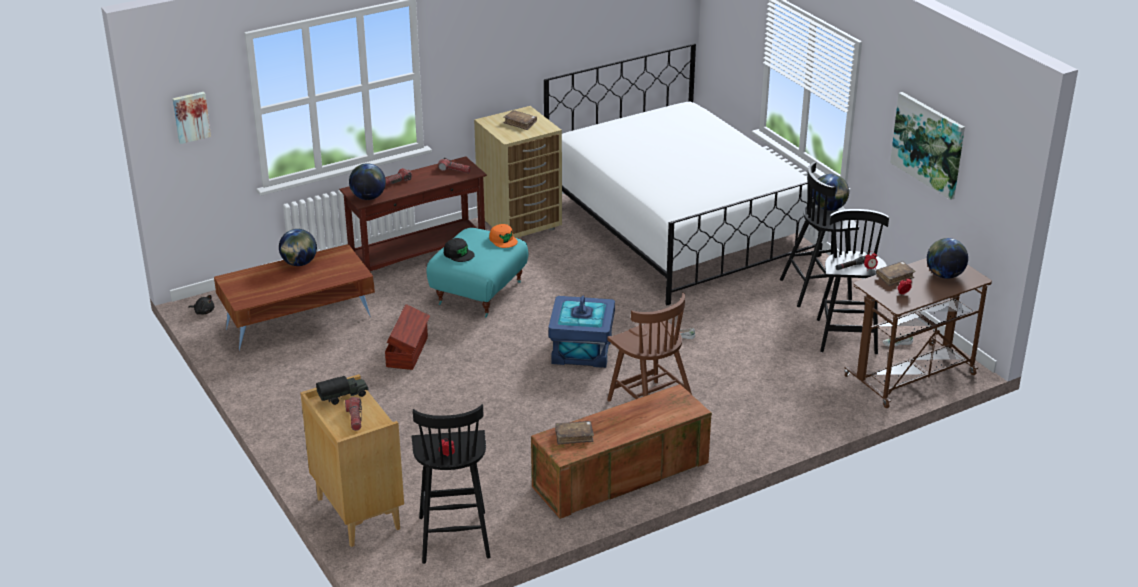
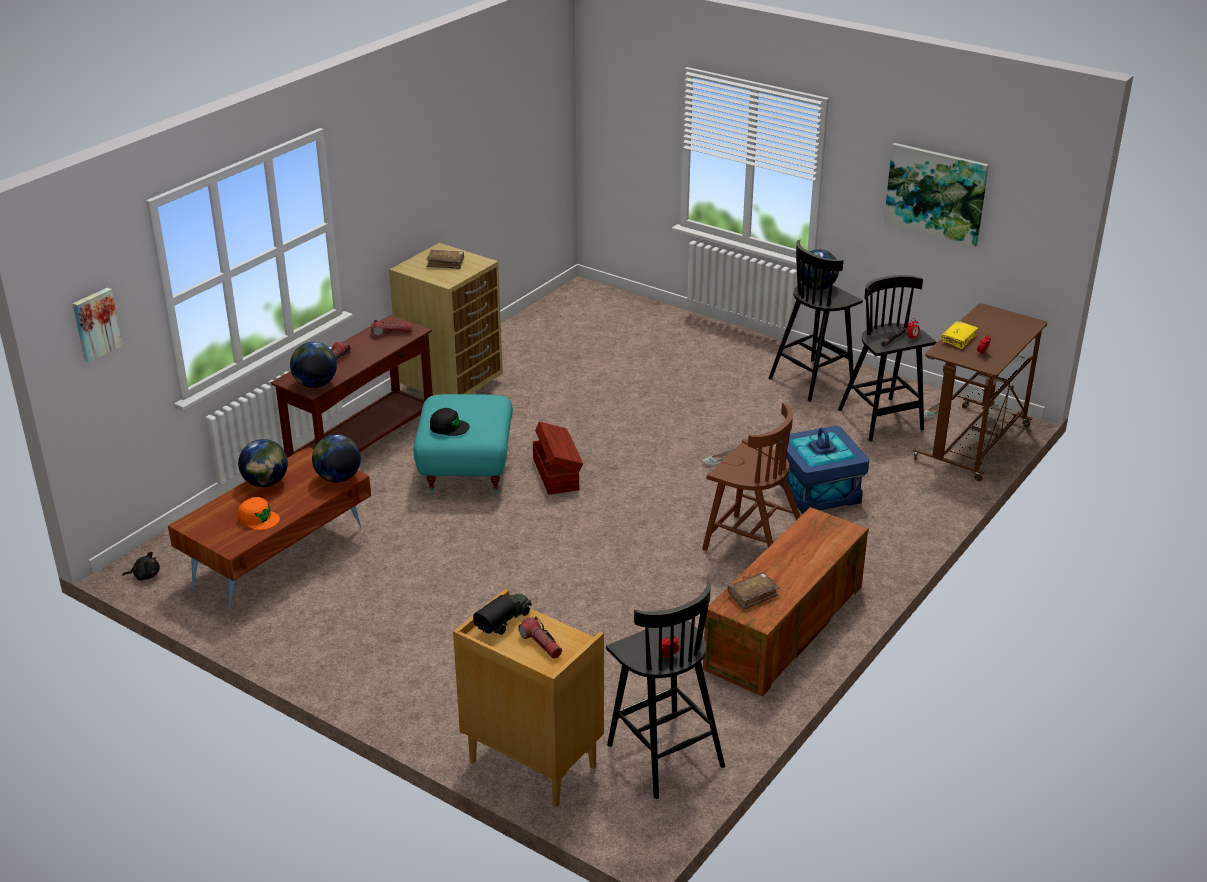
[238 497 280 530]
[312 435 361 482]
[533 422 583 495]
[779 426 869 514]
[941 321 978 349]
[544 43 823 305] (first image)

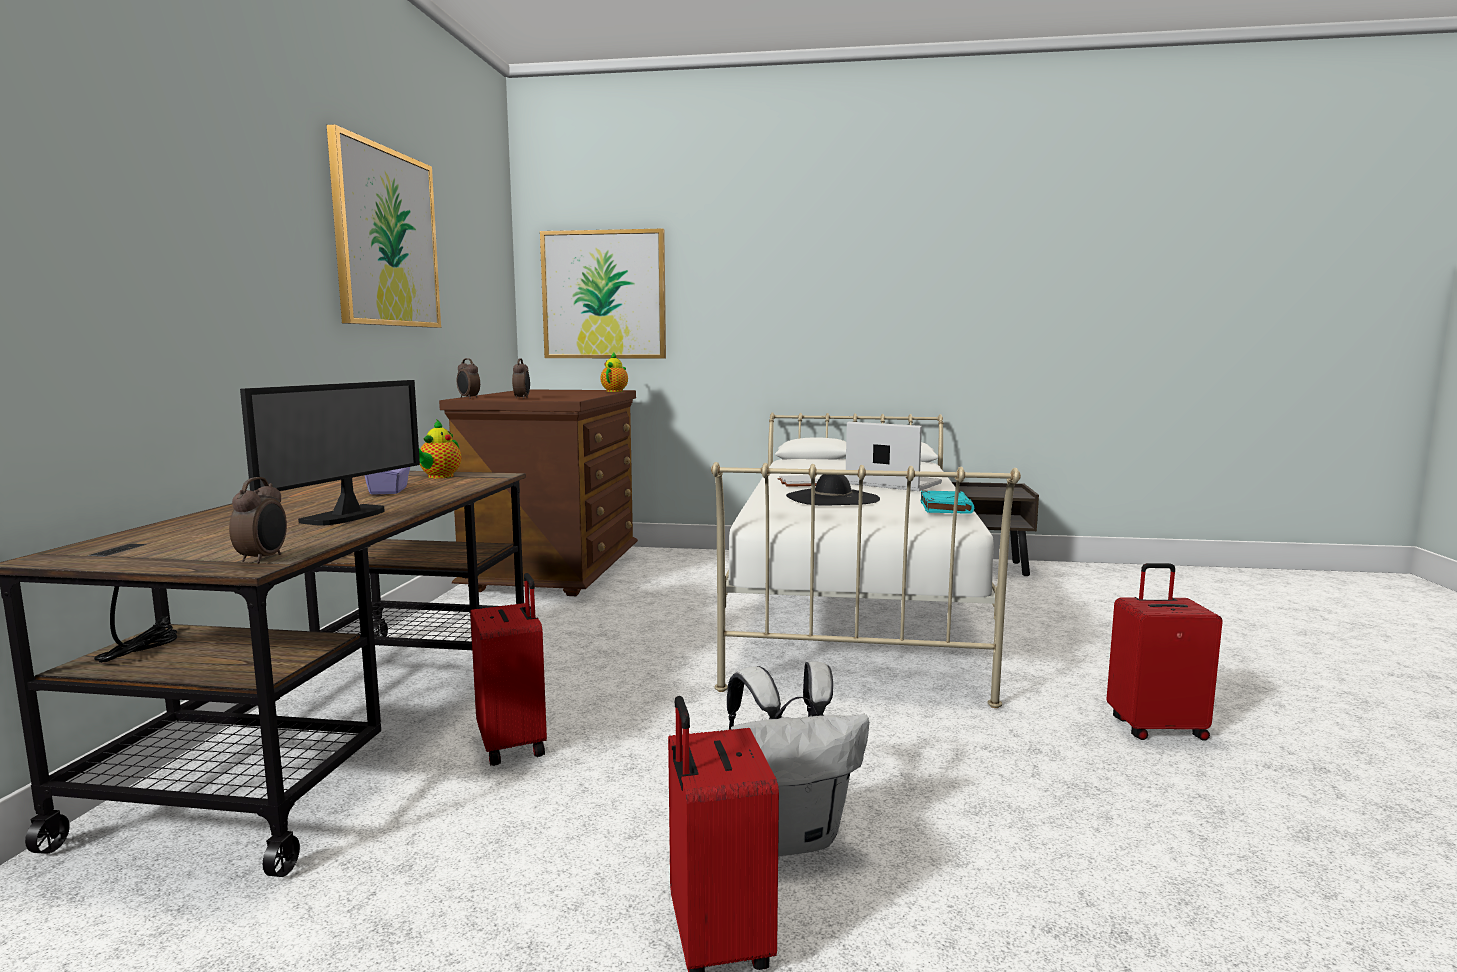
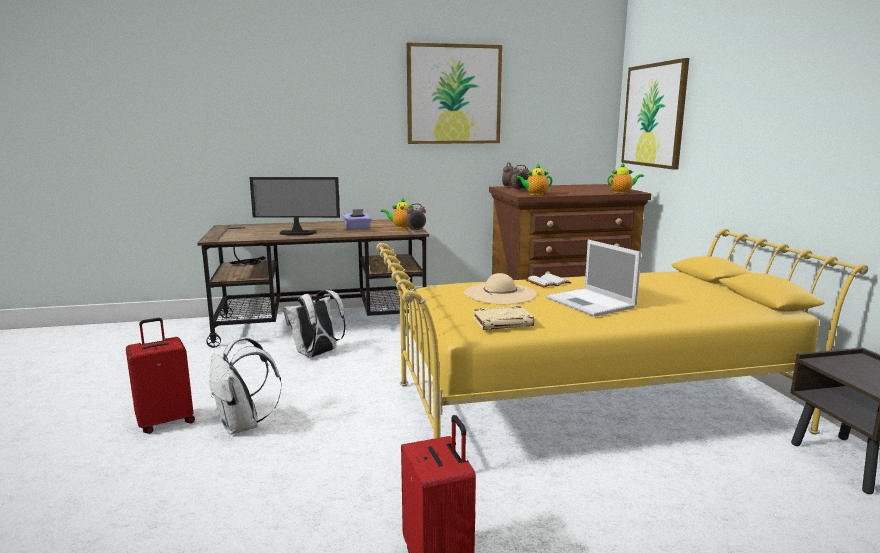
[284 290 346 358]
[376 229 868 439]
[406 204 426 231]
[464 273 537 304]
[472 306 534 330]
[515 163 552 195]
[546 240 641 317]

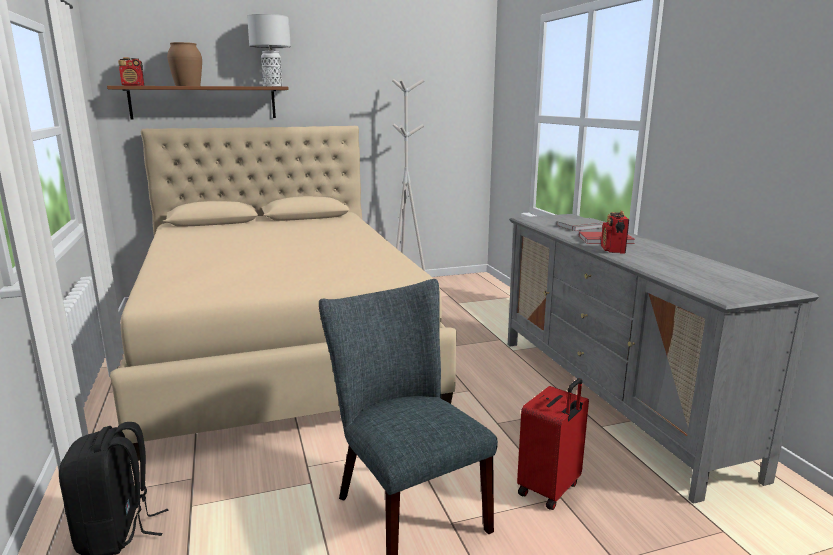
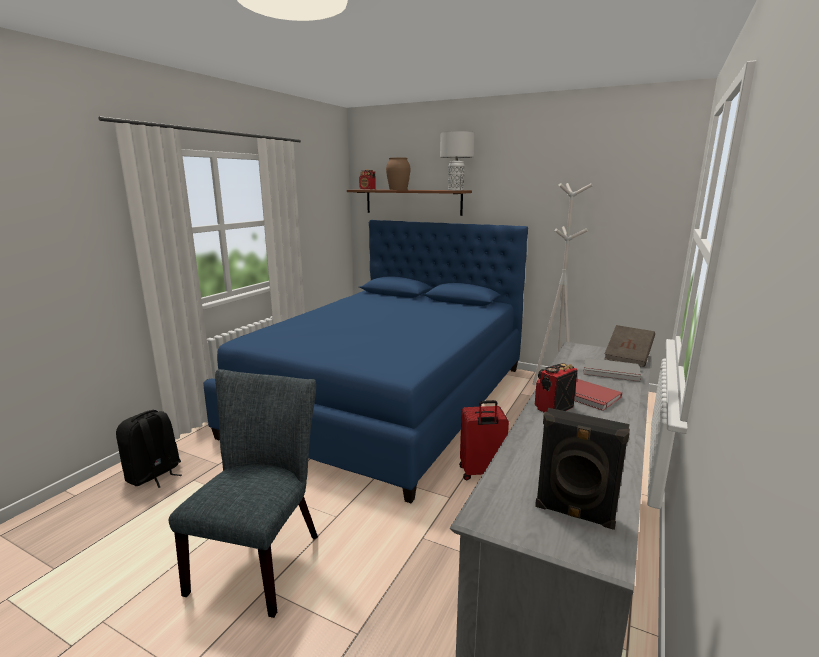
[203 220 528 503]
[459 400 509 480]
[535 408 630 530]
[604 325 655 367]

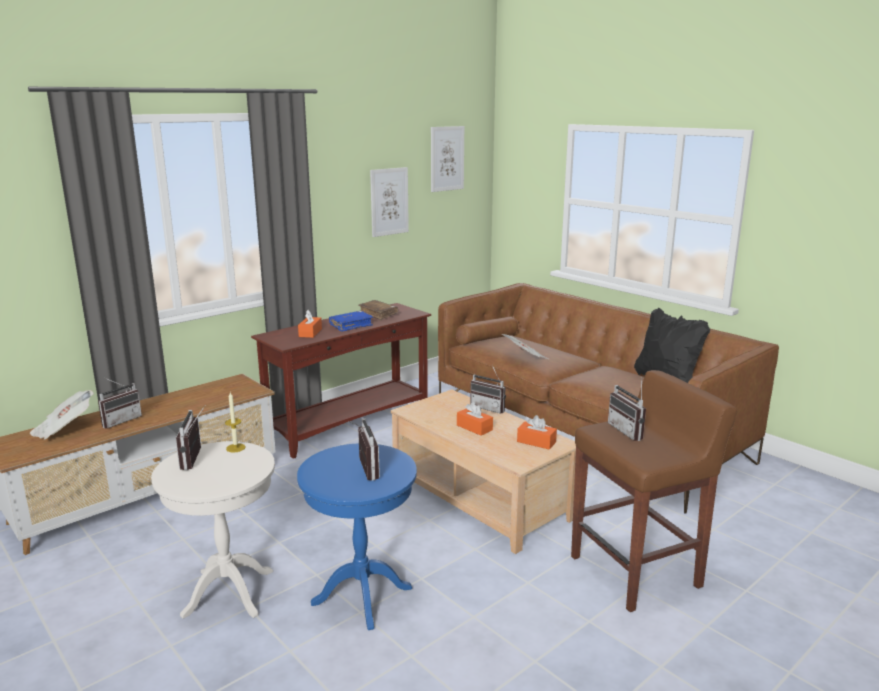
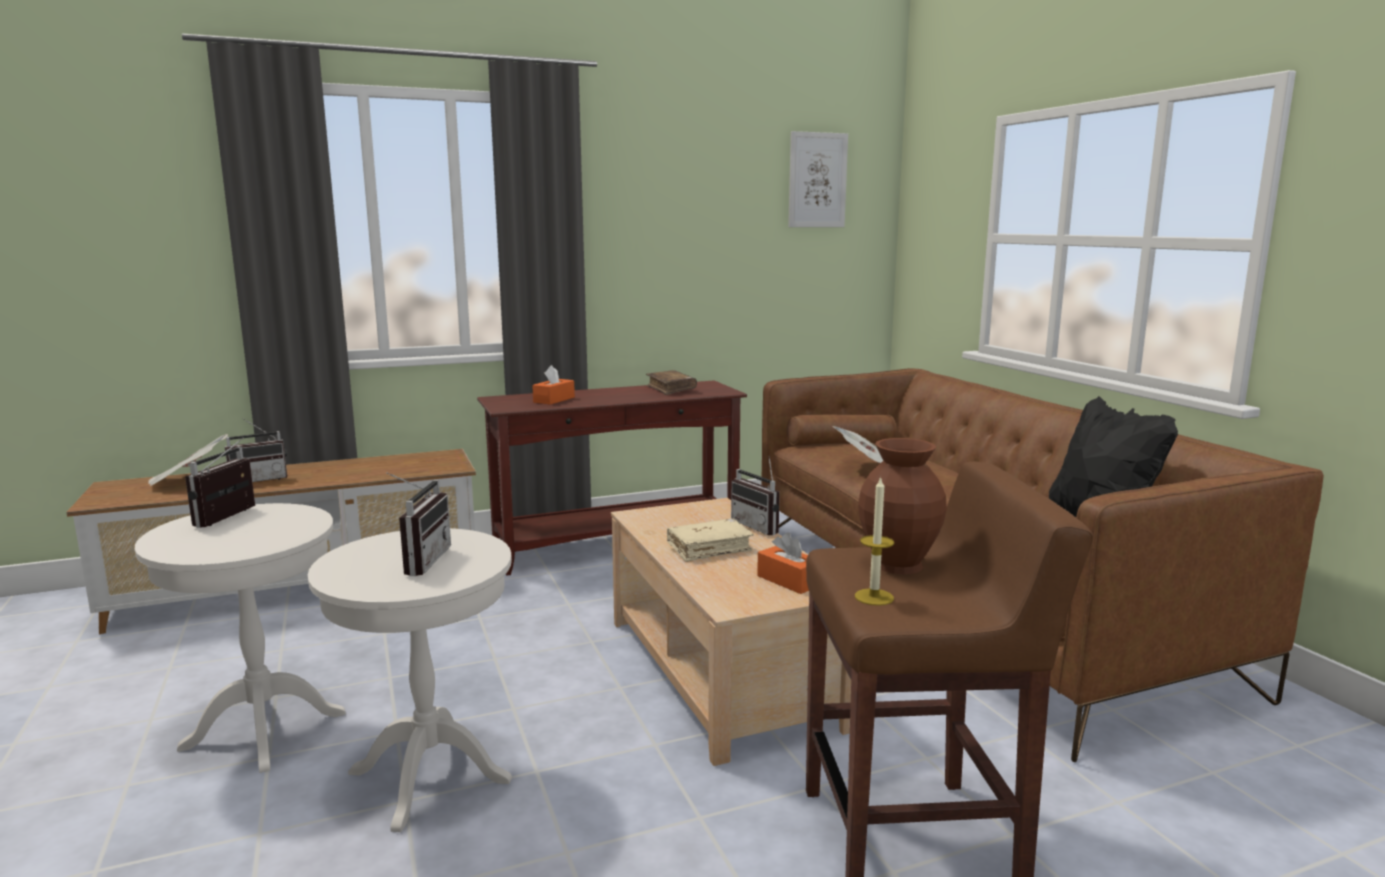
[308 528 512 832]
[667 518 754 562]
[855 476 894 606]
[858 438 947 574]
[329 311 373 332] (first image)
[370 167 409 237] (first image)

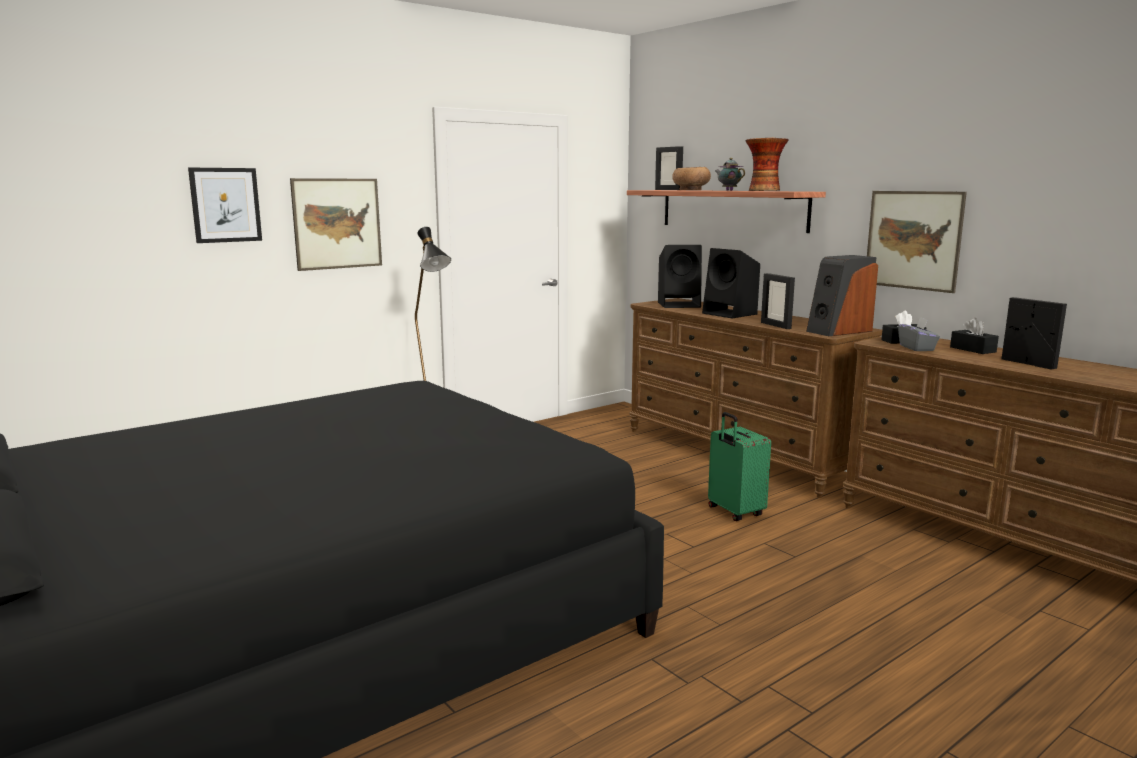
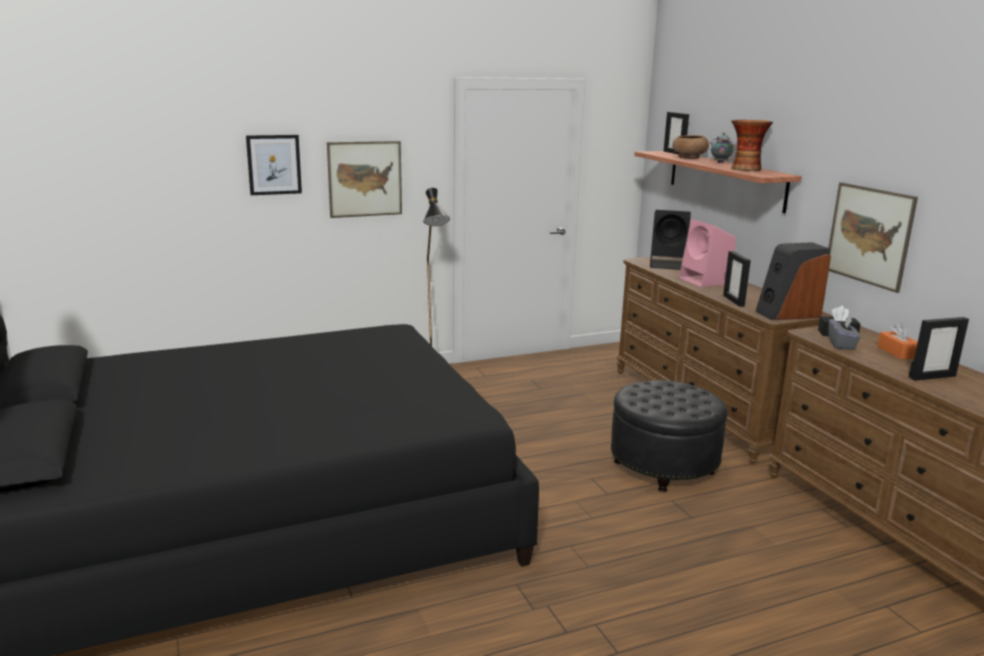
[611 380 728 492]
[679 219 736 287]
[877 323 918 359]
[909 317 969 381]

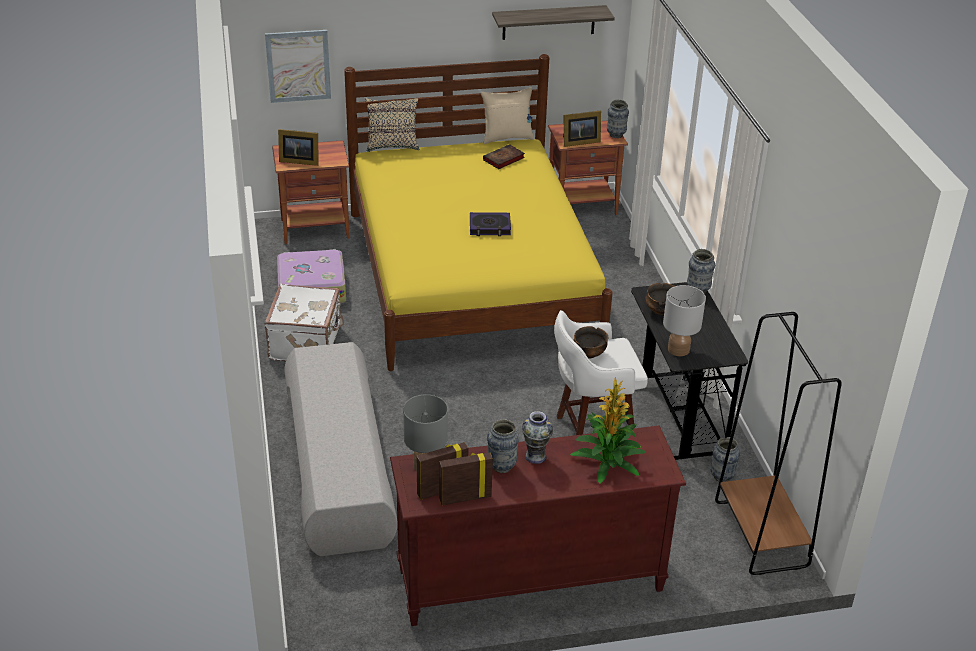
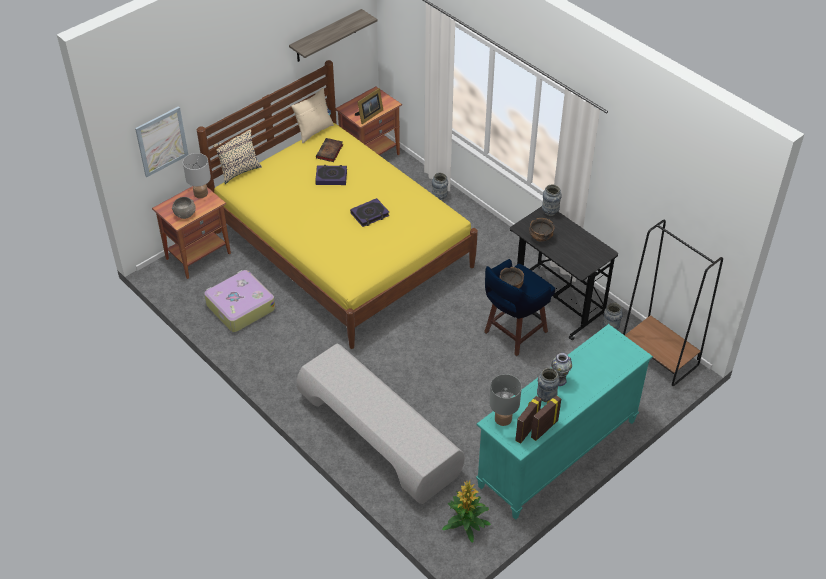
[172 197 196 219]
[183 153 211 198]
[315 165 347 185]
[432 173 448 201]
[442 480 491 543]
[476 324 653 520]
[484 259 555 356]
[264 284 344 361] (first image)

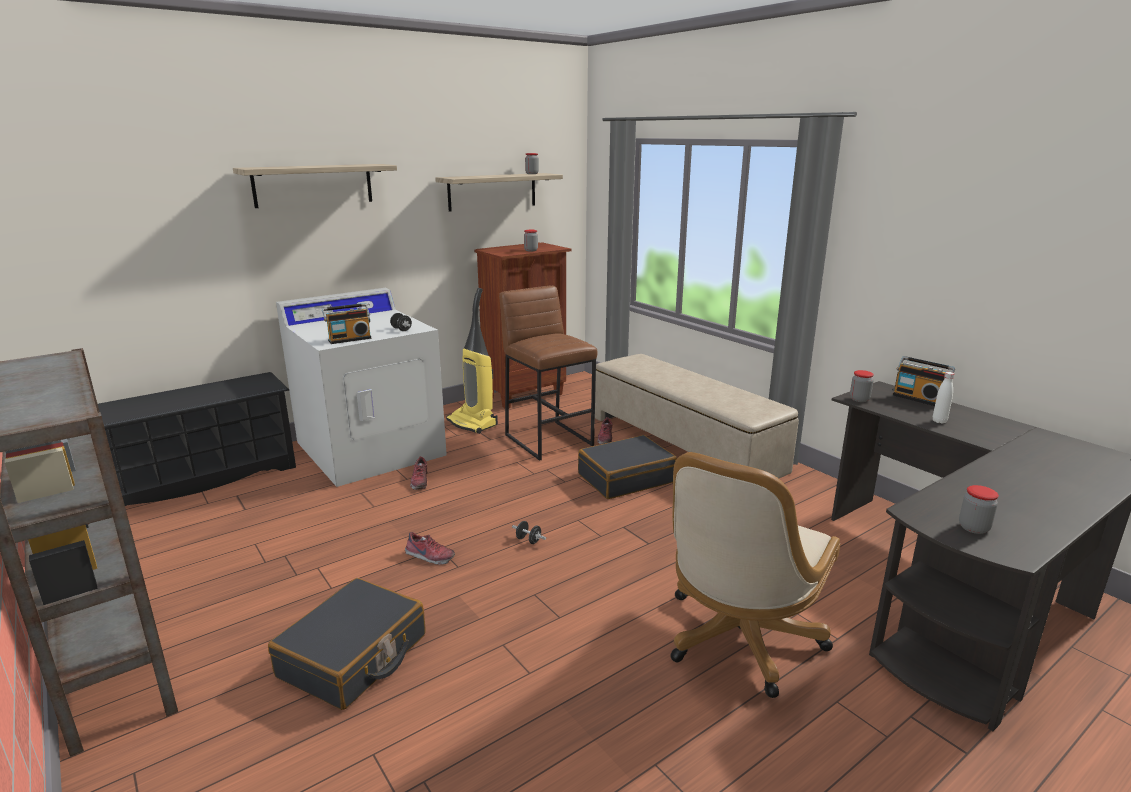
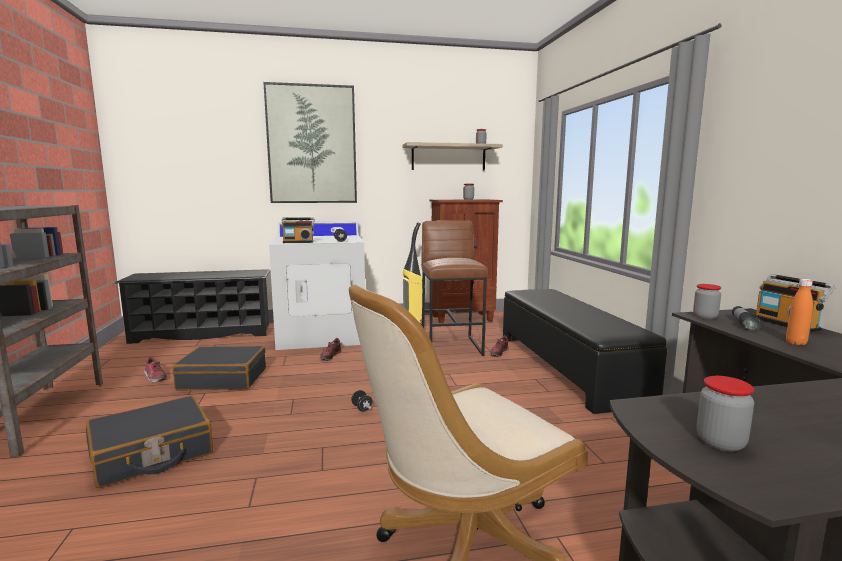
[144 357 167 383]
[172 346 266 390]
[263 82 357 203]
[503 289 667 414]
[732 306 761 331]
[786 279 813 345]

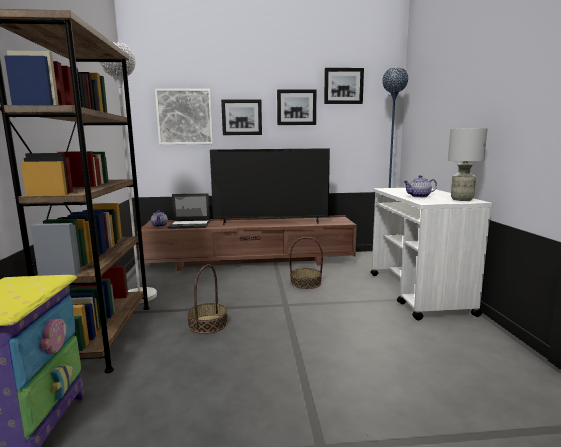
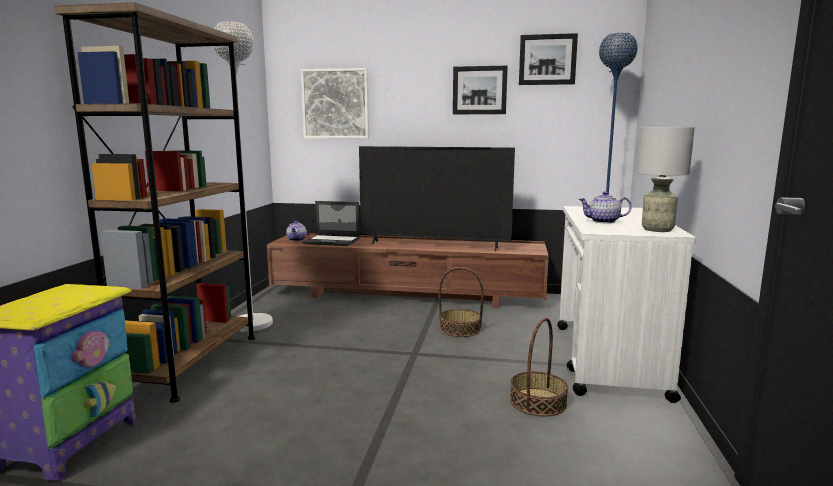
[510 318 568 417]
[221 99 262 135] (first image)

